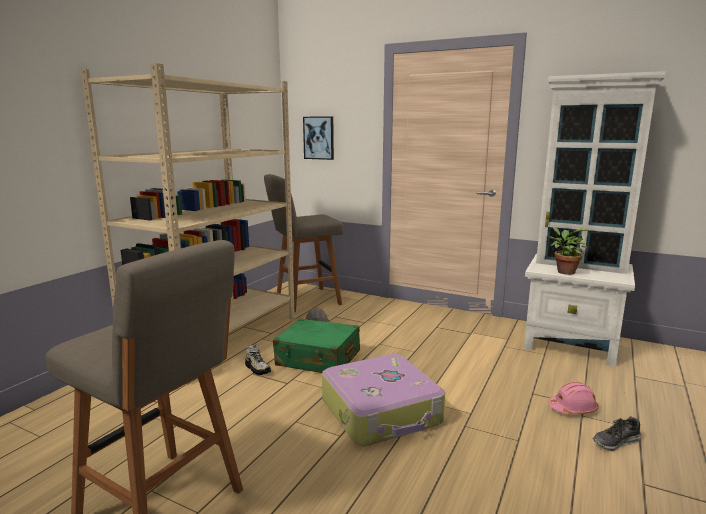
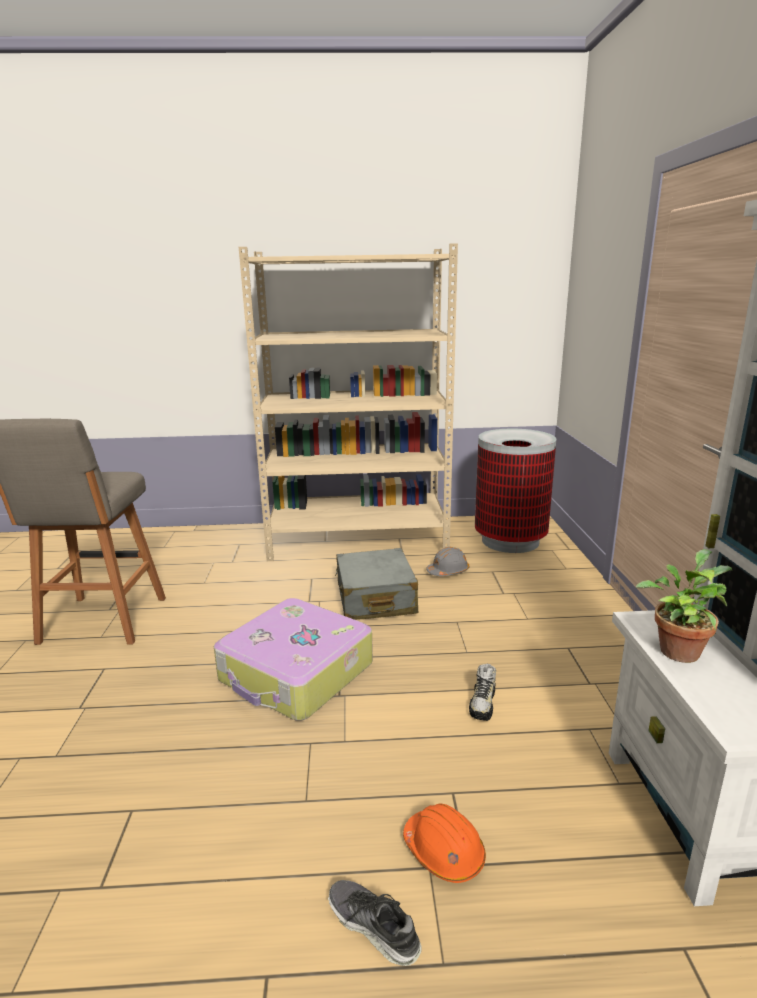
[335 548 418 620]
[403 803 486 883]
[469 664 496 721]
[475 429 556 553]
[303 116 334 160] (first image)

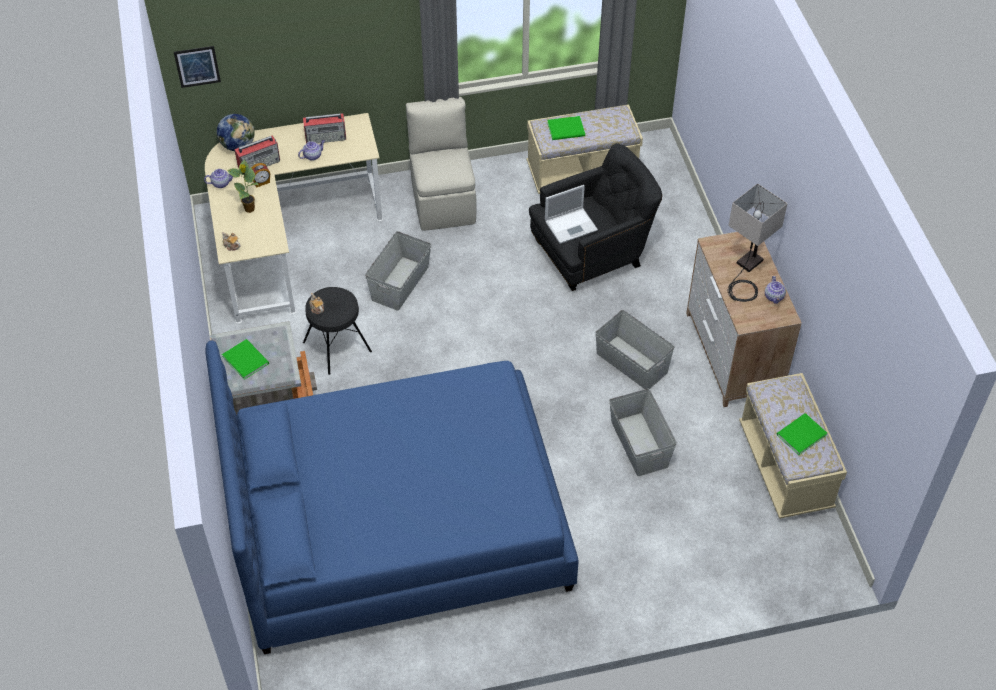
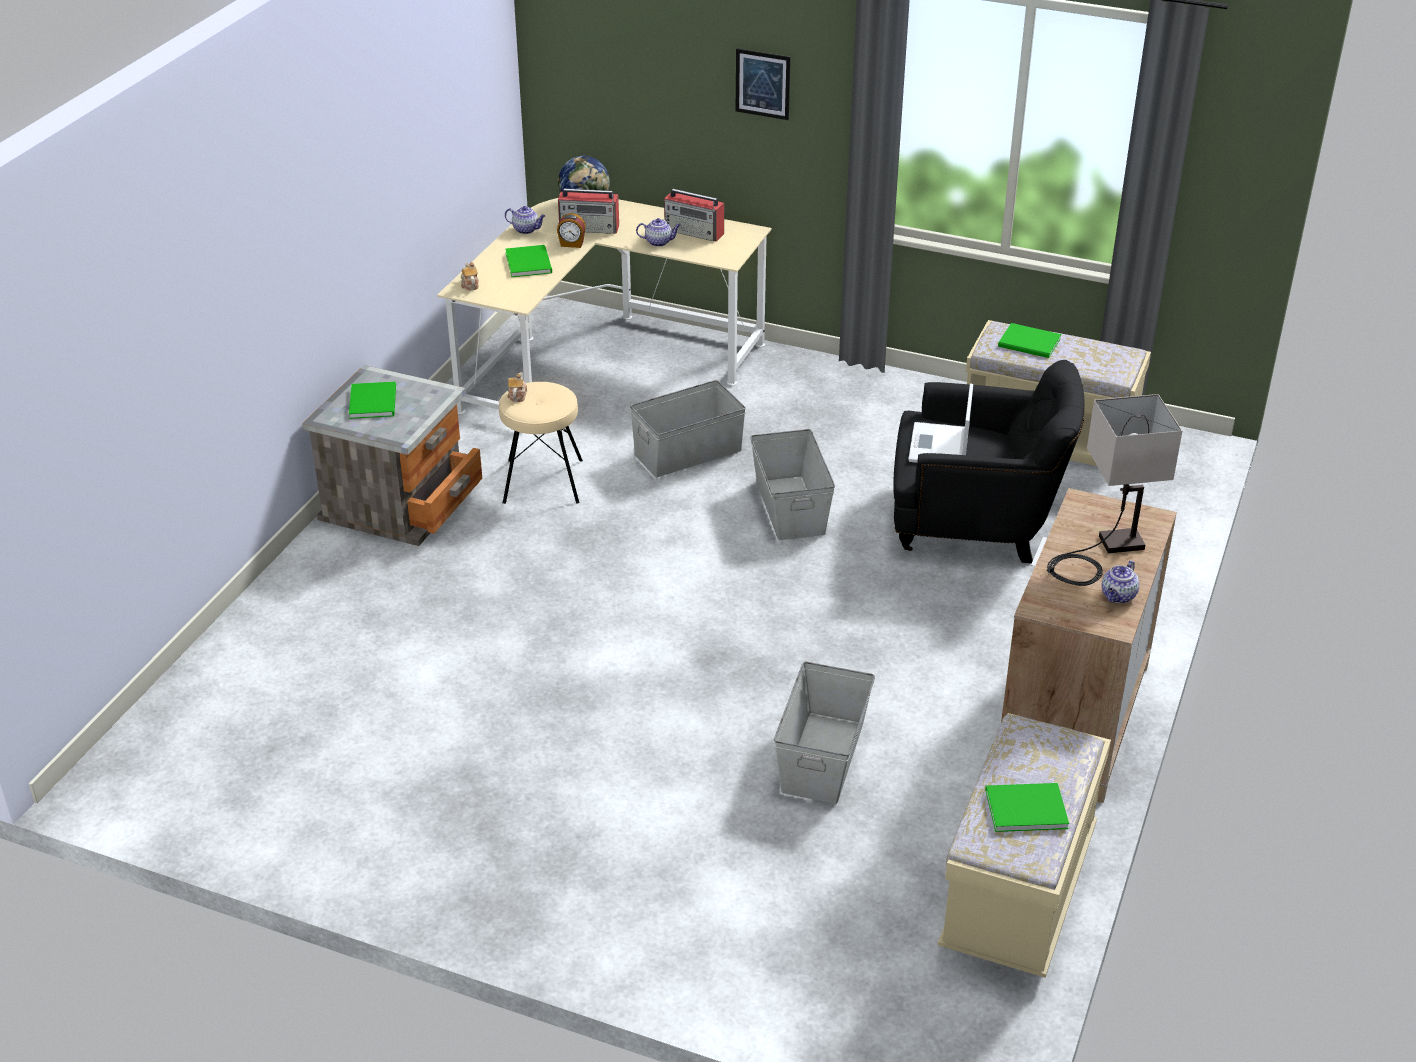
[499 382 583 504]
[505 245 552 277]
[736 49 791 120]
[750 429 835 540]
[908 383 973 463]
[206 340 578 654] (first image)
[406 97 477 231] (first image)

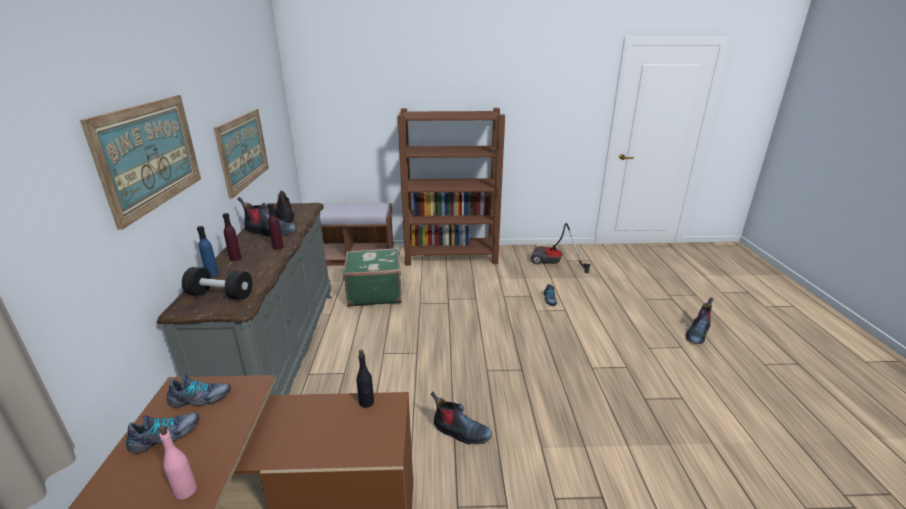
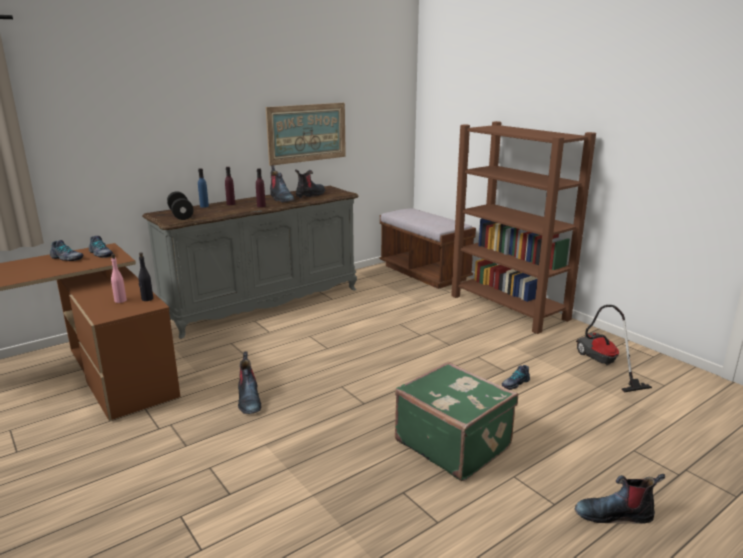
[111 254 127 303]
[395 362 518 481]
[80 95 201 230] (first image)

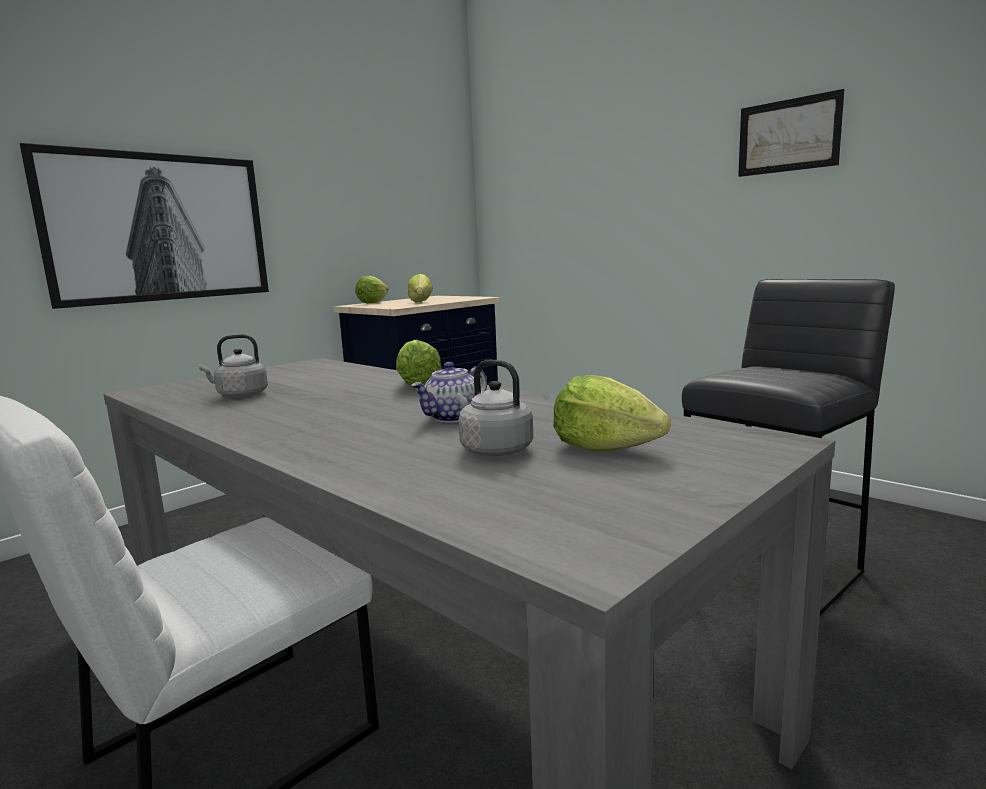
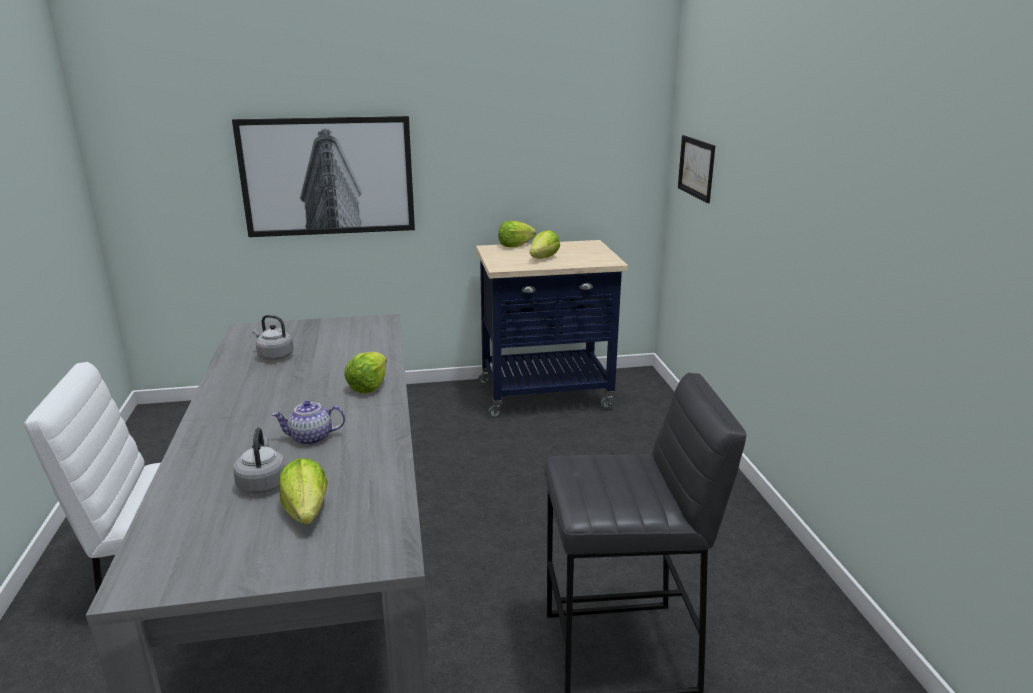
[678 135 715 203]

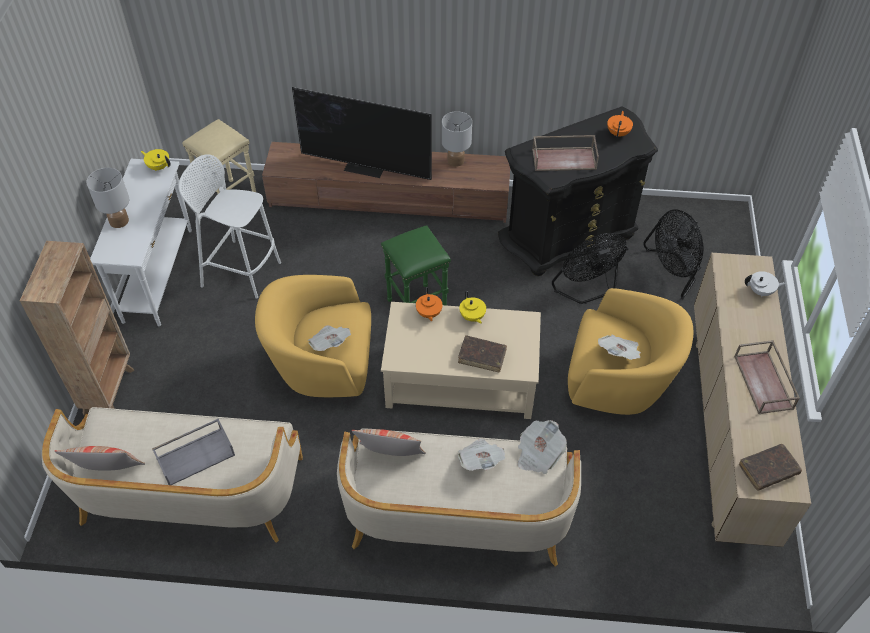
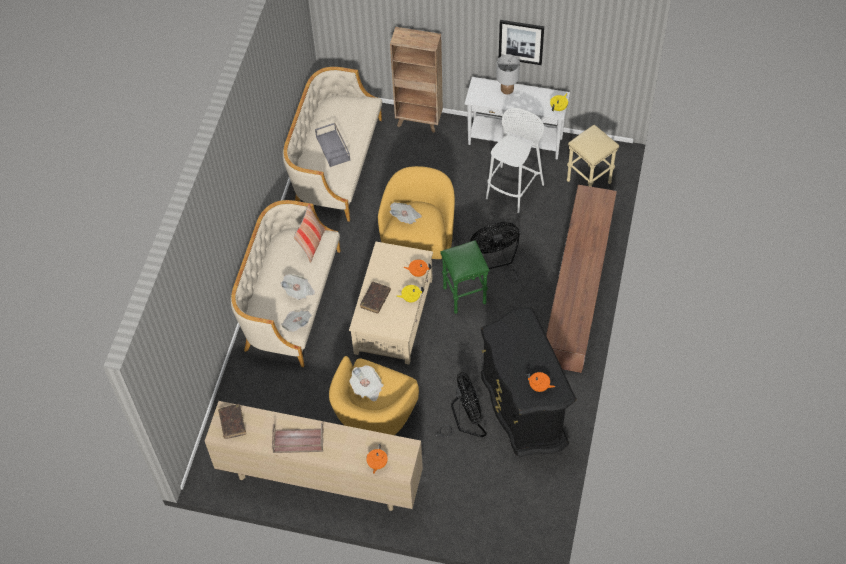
[366 444 388 474]
[470 222 521 282]
[499 20 544 65]
[55 446 145 470] (first image)
[292 87 432 180] (first image)
[442 111 472 167] (first image)
[532 135 599 171] (first image)

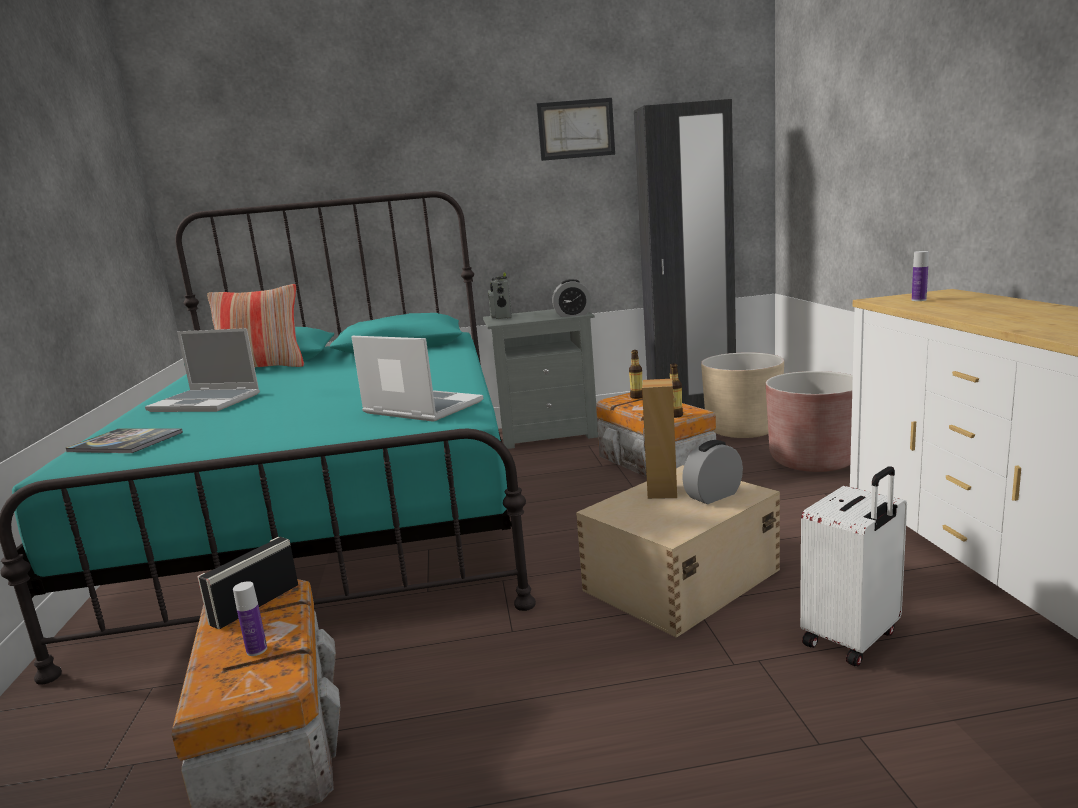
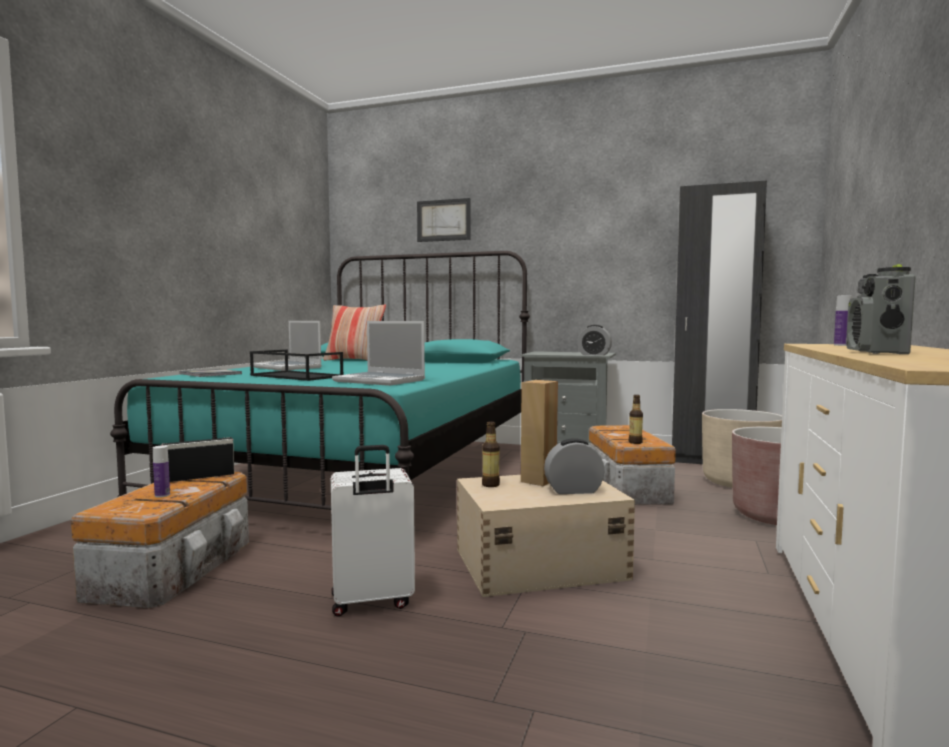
[250 350 343 381]
[331 445 415 617]
[332 321 425 386]
[417 198 471 242]
[482 421 500 487]
[846 264 916 354]

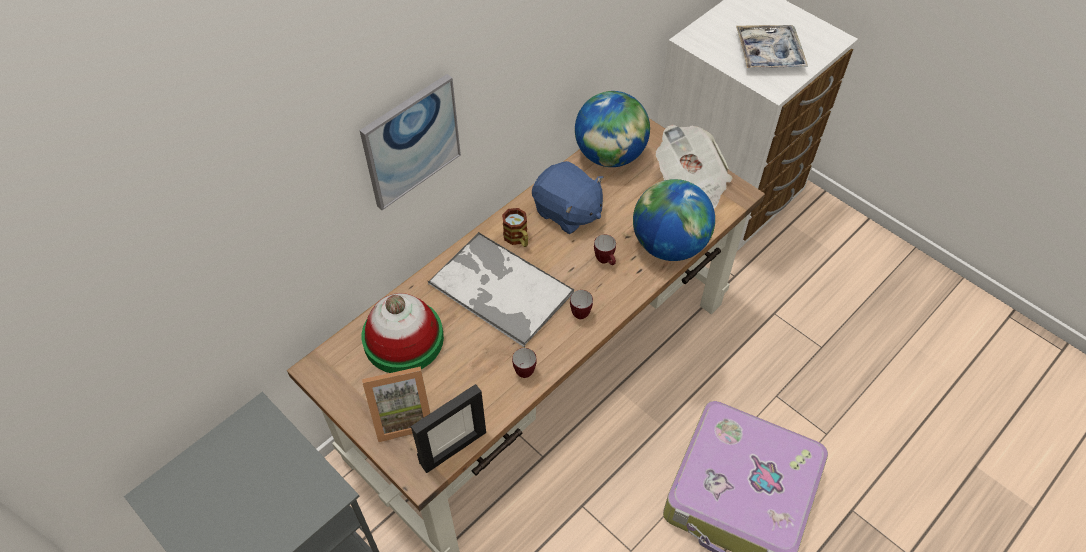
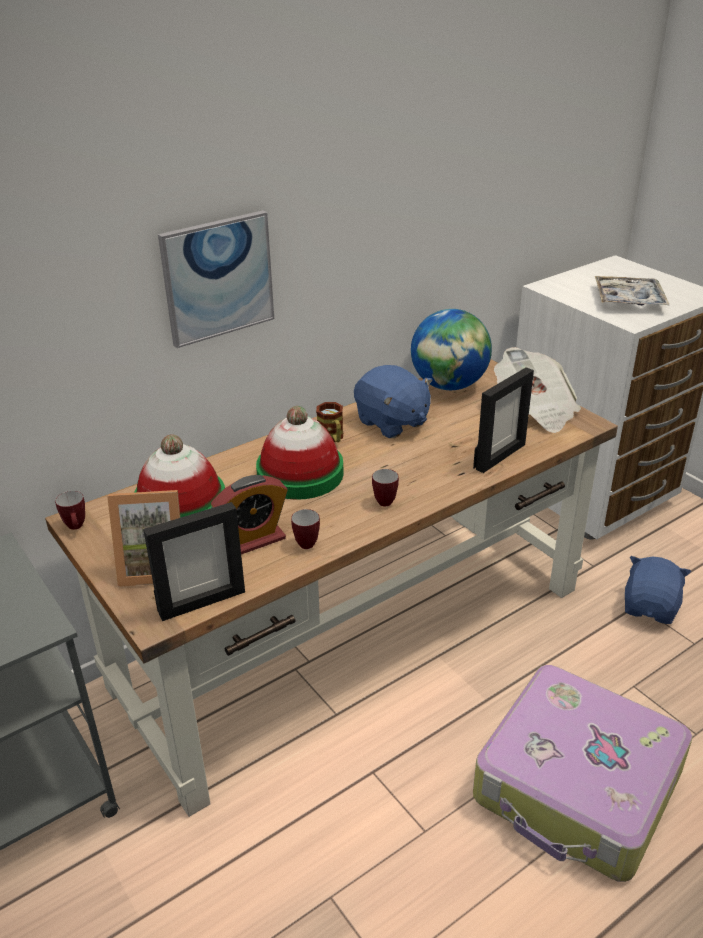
[55 491 85 530]
[211 475 287 554]
[256 406 344 500]
[473 367 534 473]
[625 556 691 624]

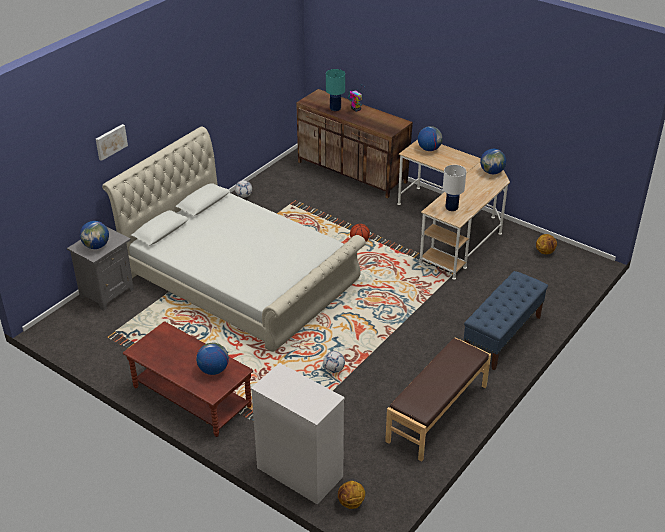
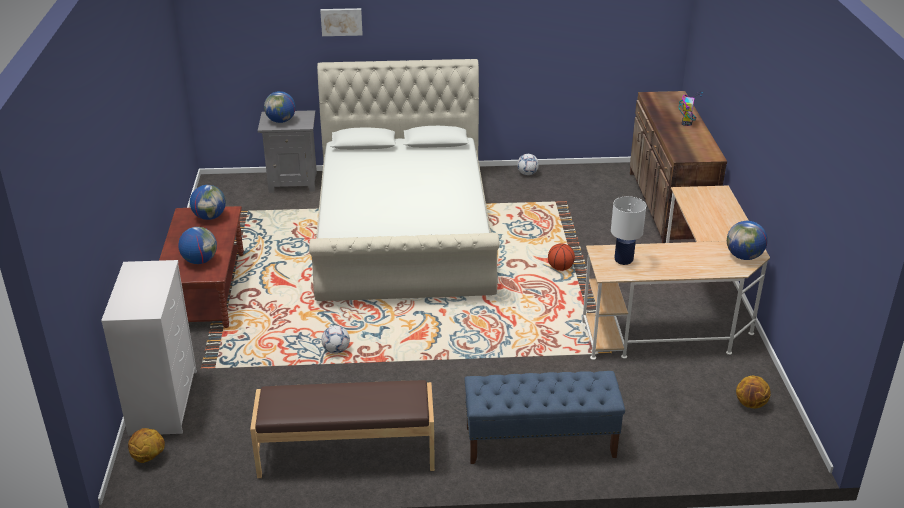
[190 185 226 220]
[326 69 345 111] (first image)

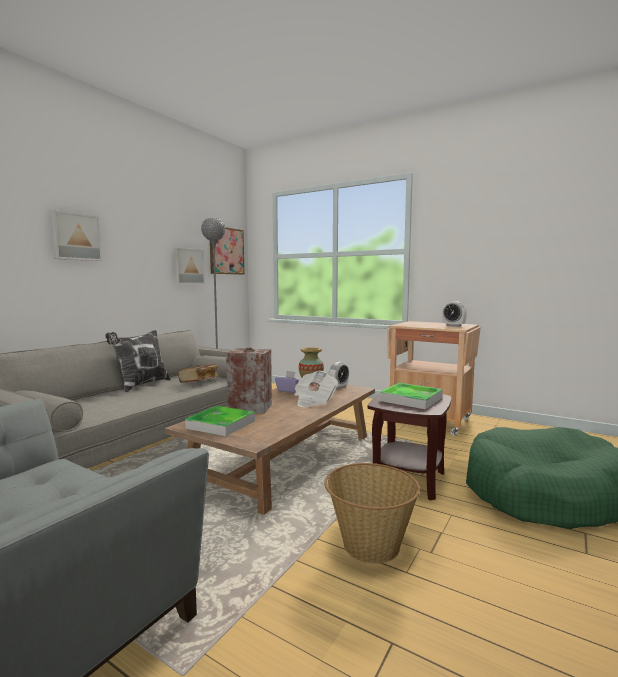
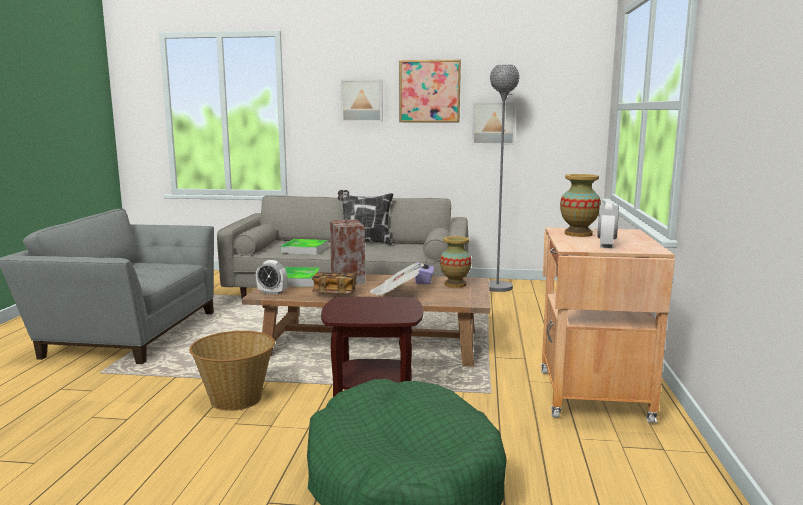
[256 260 287 295]
[281 239 328 255]
[312 272 356 294]
[399 60 461 122]
[560 174 601 237]

